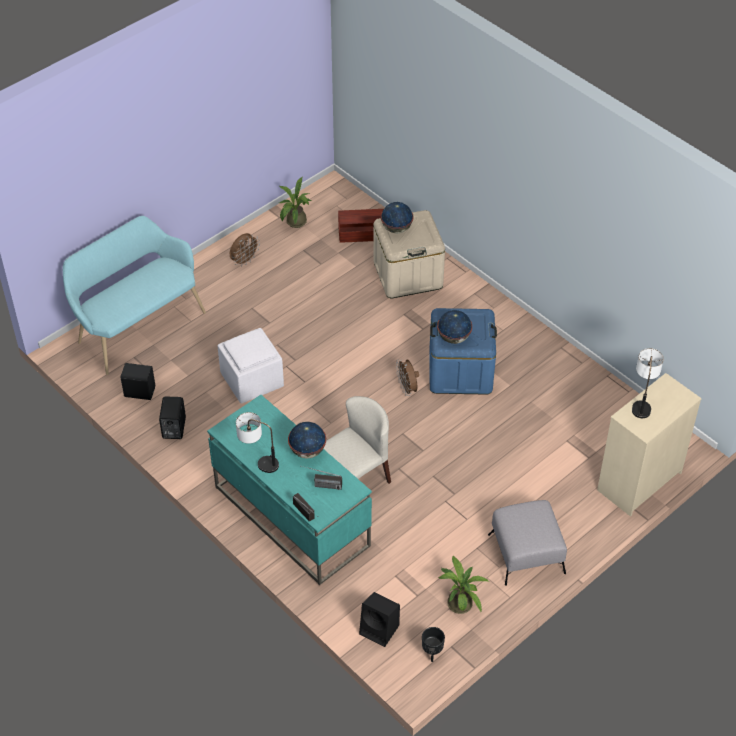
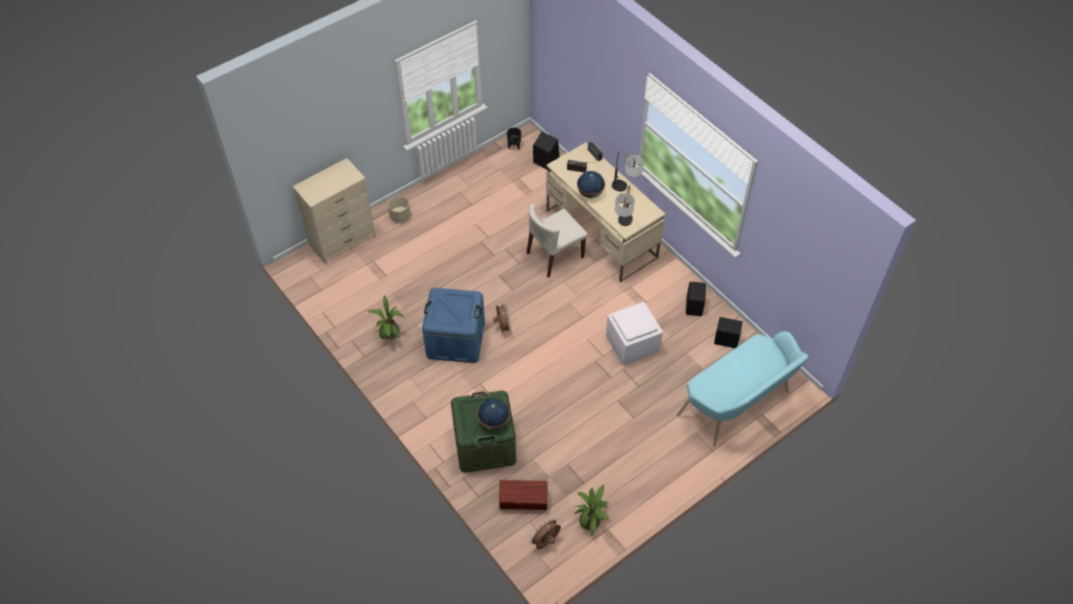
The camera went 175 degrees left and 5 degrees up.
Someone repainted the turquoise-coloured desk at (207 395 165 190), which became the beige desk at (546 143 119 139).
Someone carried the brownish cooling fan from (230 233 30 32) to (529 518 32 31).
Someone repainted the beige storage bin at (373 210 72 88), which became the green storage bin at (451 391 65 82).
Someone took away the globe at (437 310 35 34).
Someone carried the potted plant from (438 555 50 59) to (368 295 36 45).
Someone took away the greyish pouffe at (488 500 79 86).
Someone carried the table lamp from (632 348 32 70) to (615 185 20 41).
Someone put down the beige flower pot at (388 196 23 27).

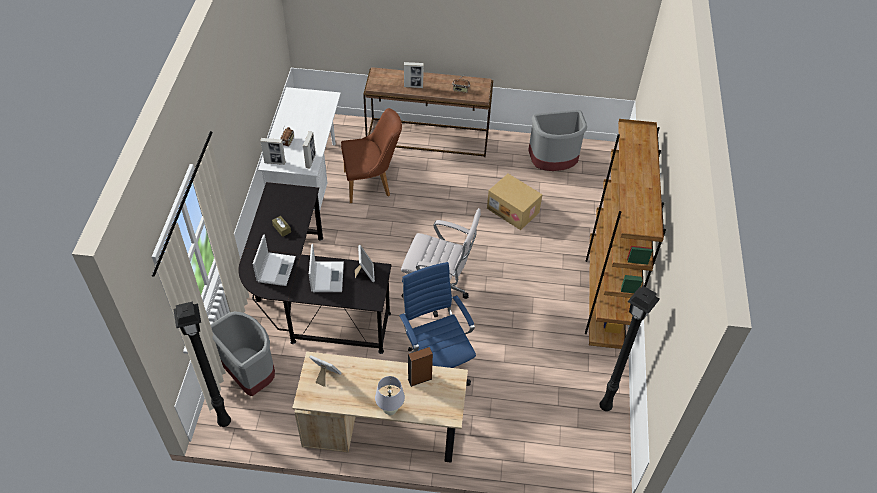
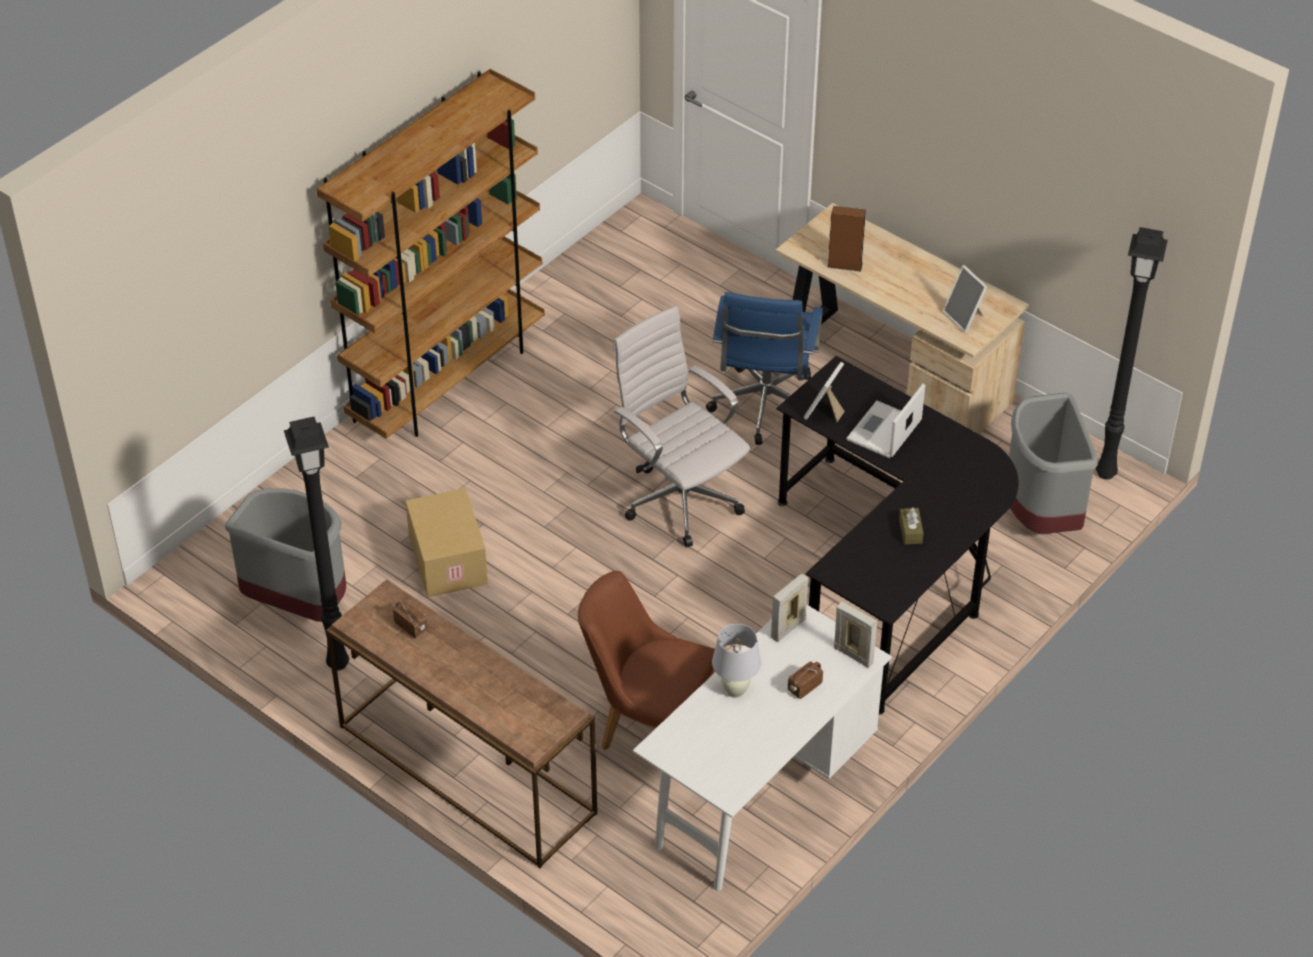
The camera went 145 degrees left and 5 degrees down.
Someone took away the laptop at (253 235 43 51).
Someone carried the white table lamp from (375 376 30 39) to (712 624 49 74).
Someone took away the standing frame at (404 62 20 26).
Someone carried the blackish standard lamp from (599 286 61 125) to (284 416 65 255).

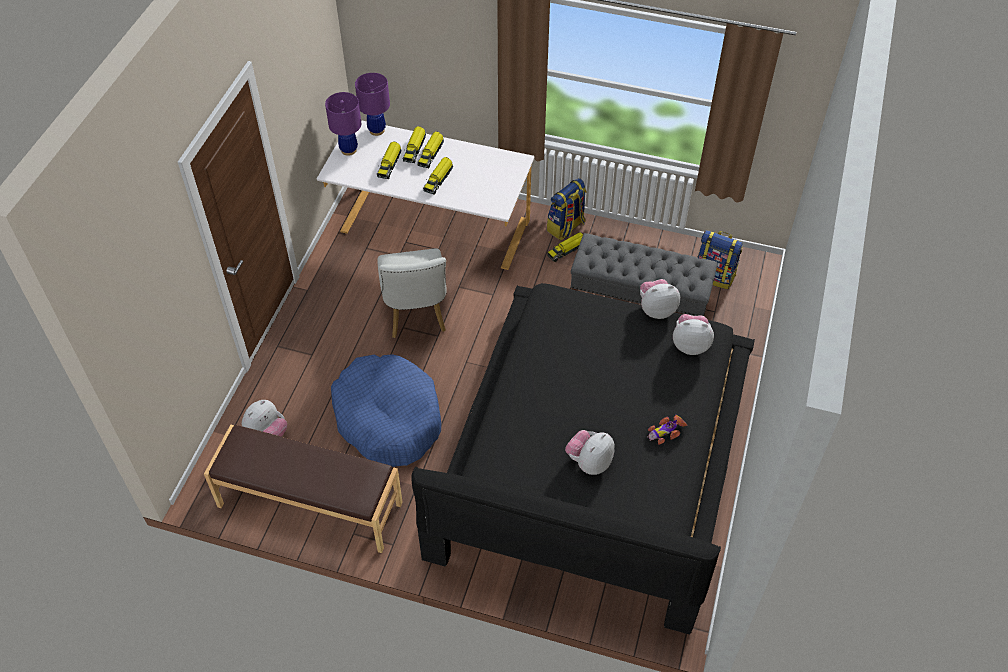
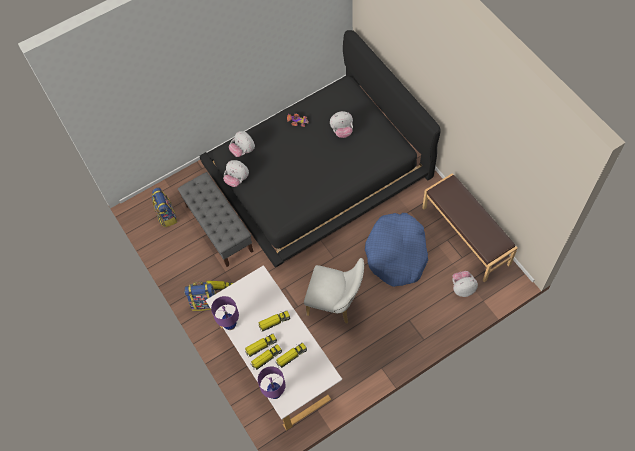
The camera went 135 degrees left and 10 degrees up.
Someone carried the purple table lamp from (325 92 36 64) to (211 296 28 34).
Someone rotated the white plain chair at (377 249 70 89) by 75 degrees clockwise.

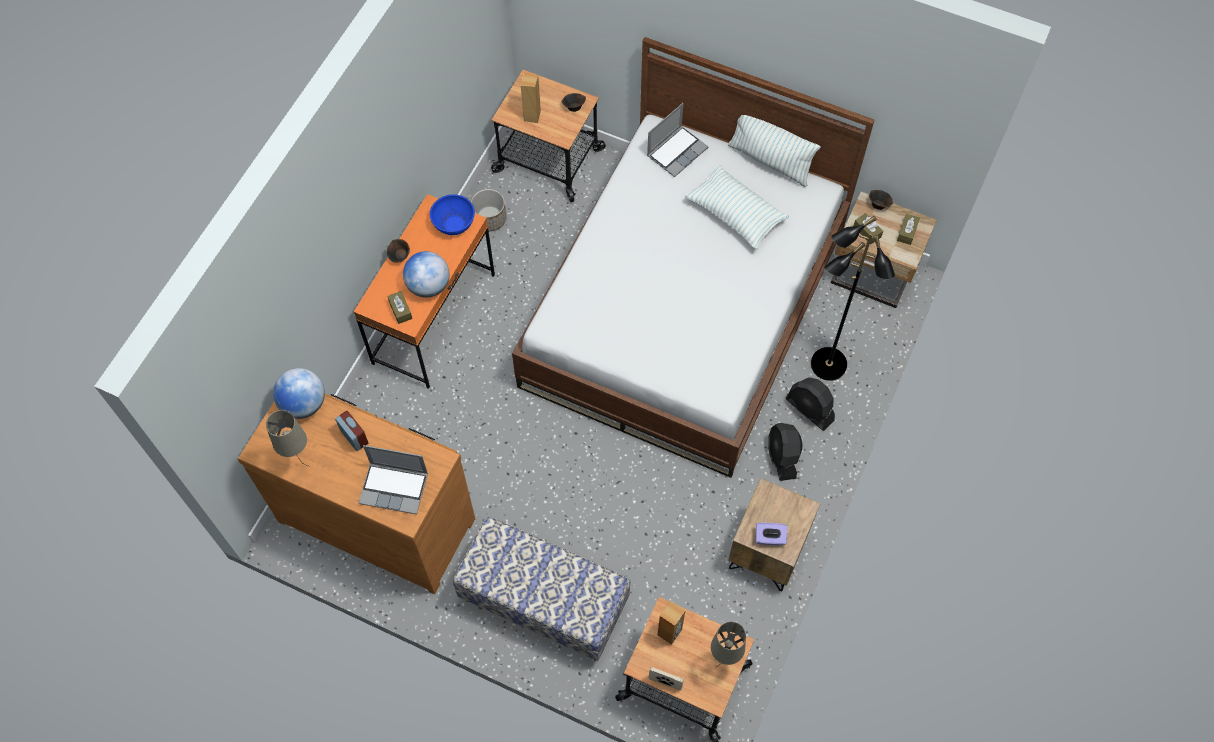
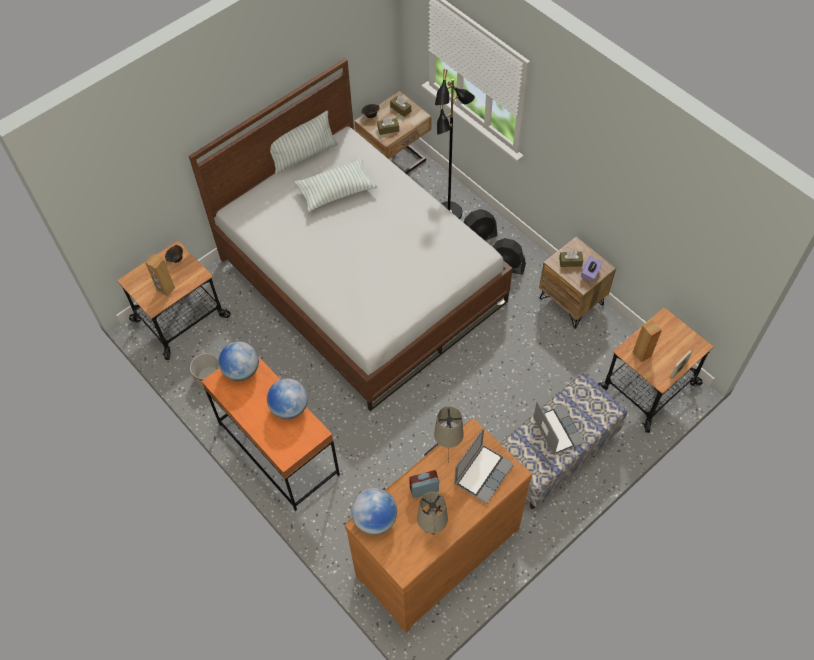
The camera went 65 degrees left and 5 degrees down.
Someone took away the brownish serving bowl at (387 239 23 23).
Someone carried the brownish box of tissues from (387 291 25 33) to (559 250 24 17).
Someone swapped the bluish serving bowl at (430 194 45 41) for the globe at (219 342 40 39).
Someone carried the laptop from (647 103 61 74) to (533 401 52 54).
Someone carried the beige table lamp from (711 622 35 44) to (434 406 30 57).

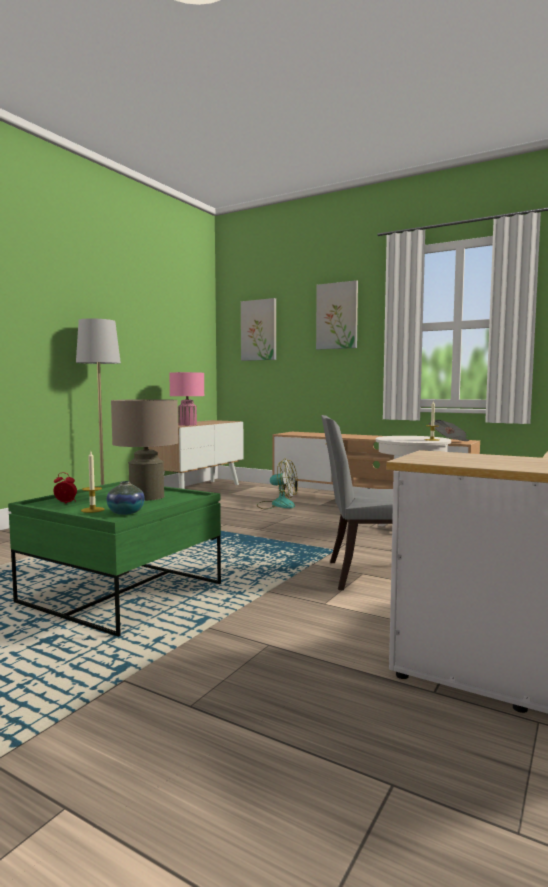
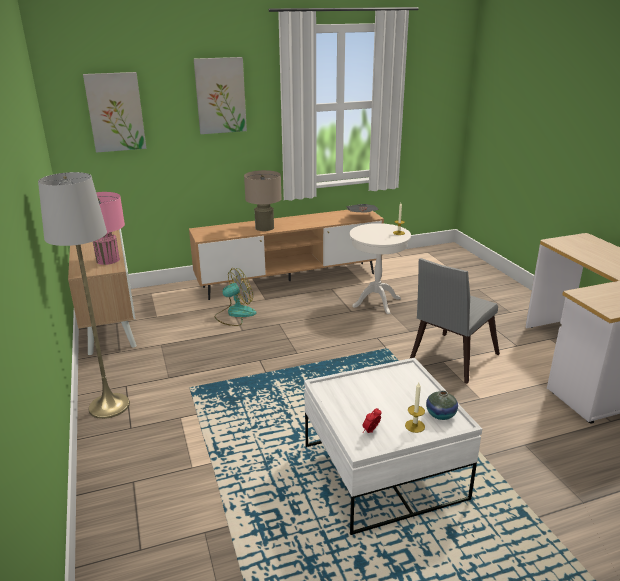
The camera went 50 degrees left and 20 degrees up.
Someone repainted the green coffee table at (8 481 213 156), which became the white coffee table at (304 358 178 177).
Someone carried the beige table lamp from (111 399 67 102) to (244 170 38 61).

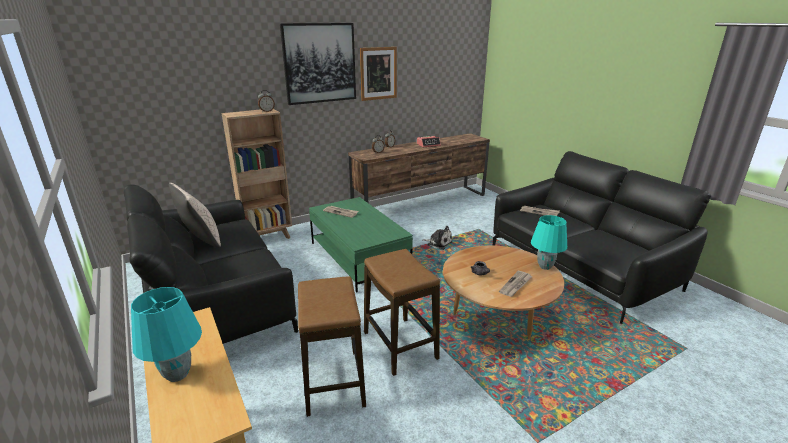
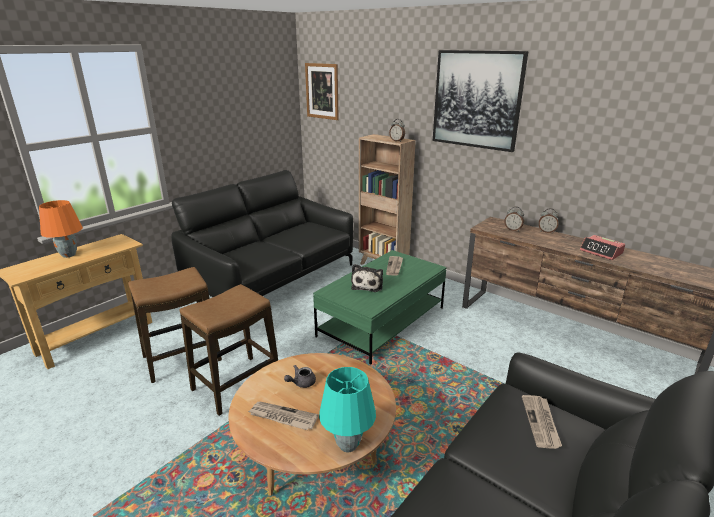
The camera went 70 degrees right and 0 degrees up.
Someone repainted the turquoise-coloured table lamp at (131 287 71 95), which became the orangey table lamp at (39 200 44 58).
Someone took away the beige pillow at (169 183 52 65).
Someone carried the wall art from (360 47 37 54) to (305 63 34 57).
Someone carried the plush toy from (423 226 30 24) to (351 264 32 28).

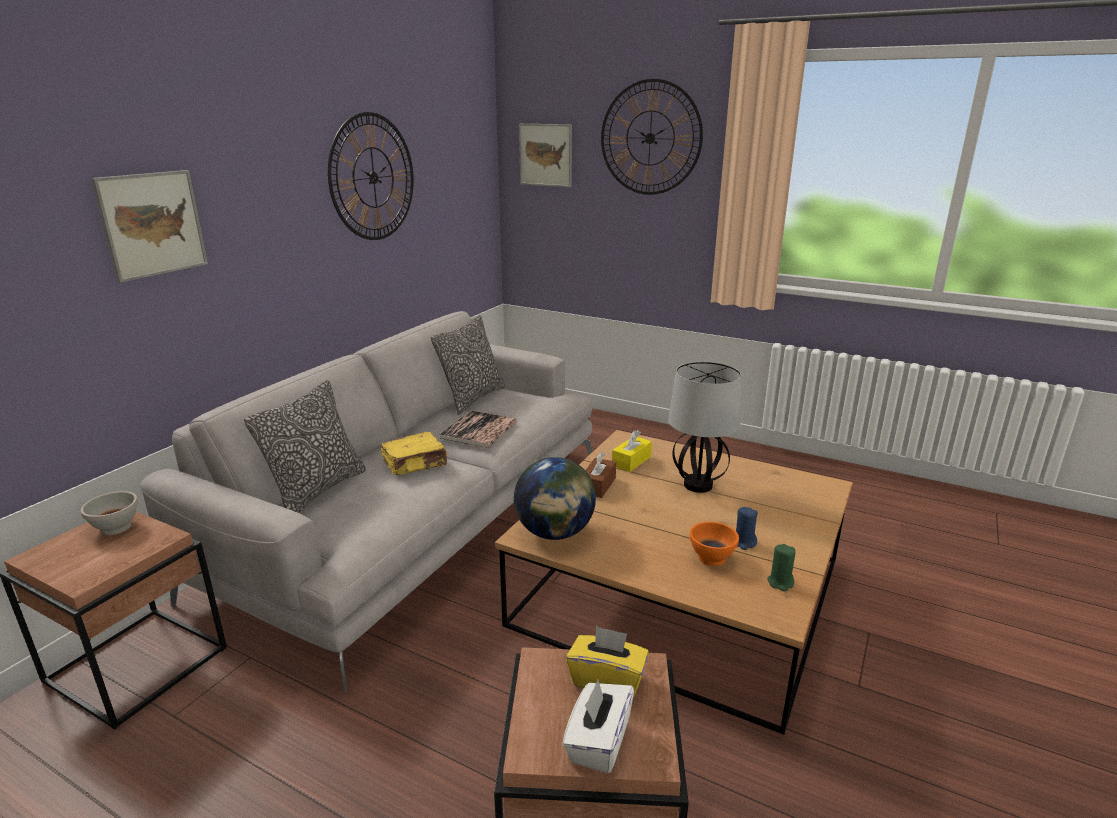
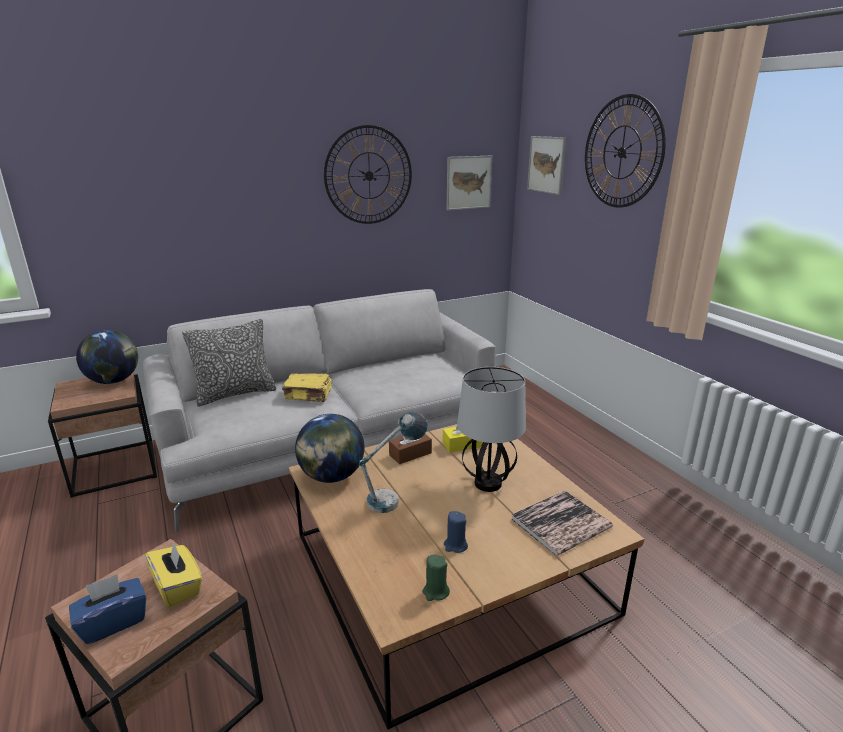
The camera went 35 degrees right and 0 degrees up.
Someone swapped the white serving bowl at (81 491 57 44) for the globe at (76 330 62 54).
Someone carried the wall art from (91 170 117 112) to (446 156 46 55).
Someone took away the pillow at (431 315 74 100).
Someone carried the volume from (439 411 78 37) to (511 491 102 65).
Someone repainted the white box of tissues at (562 680 72 93), which became the bluish box of tissues at (69 574 77 70).
Someone took away the orangey serving bowl at (690 522 49 44).
Someone put down the table lamp at (359 412 69 101).

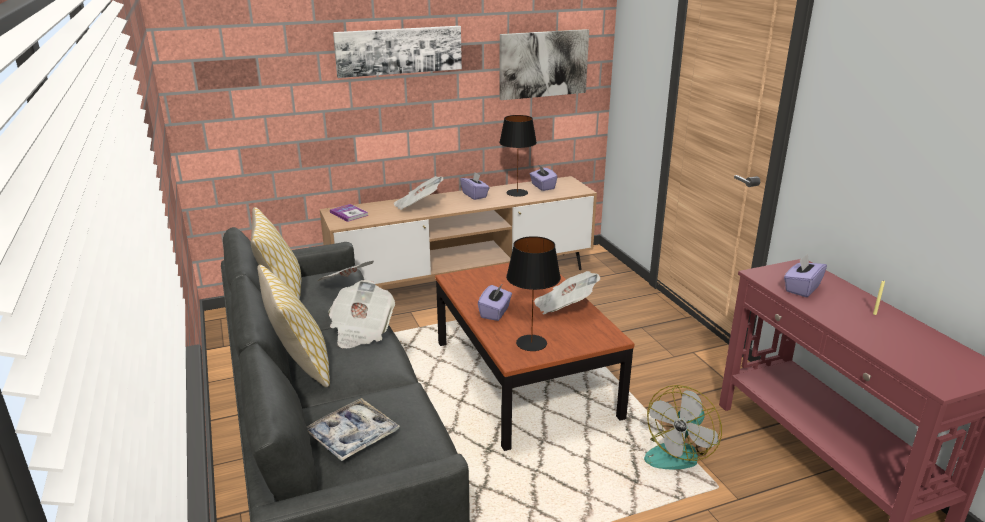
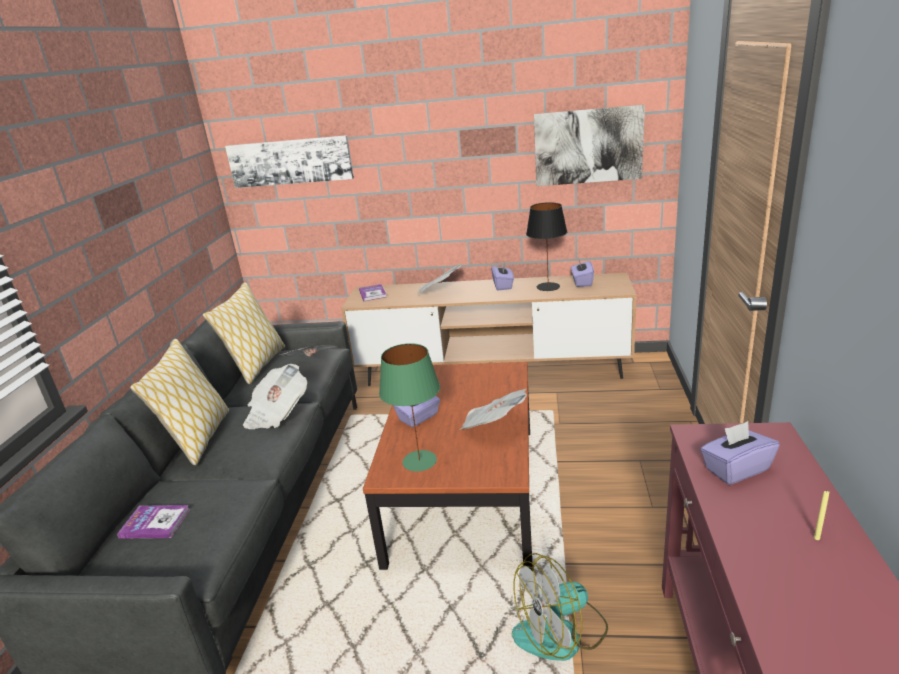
The camera went 30 degrees right and 0 degrees up.
Someone swapped the carrying tray at (307 398 93 63) for the volume at (117 505 73 34).
Someone carried the wall art from (333 26 129 52) to (225 135 129 53).
Someone repainted the blackish table lamp at (506 236 55 115), which became the green table lamp at (379 343 61 129).

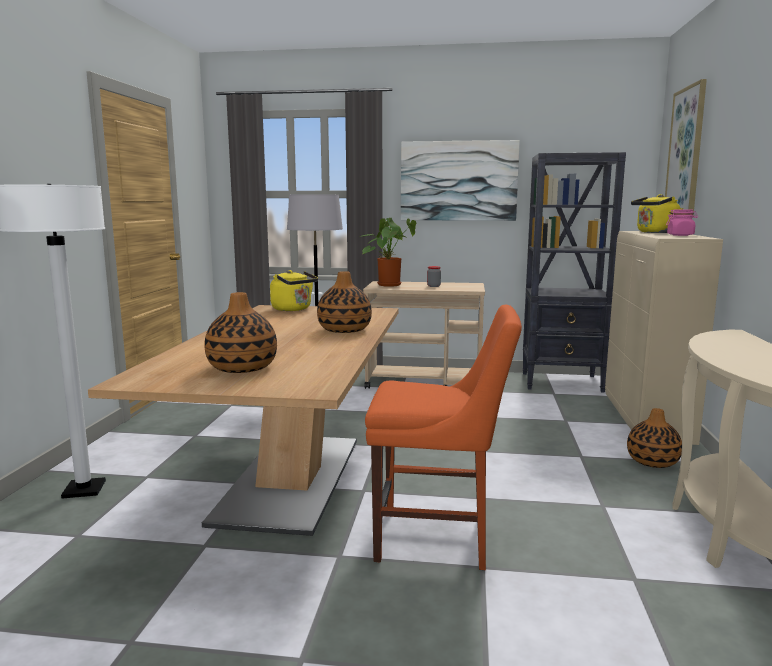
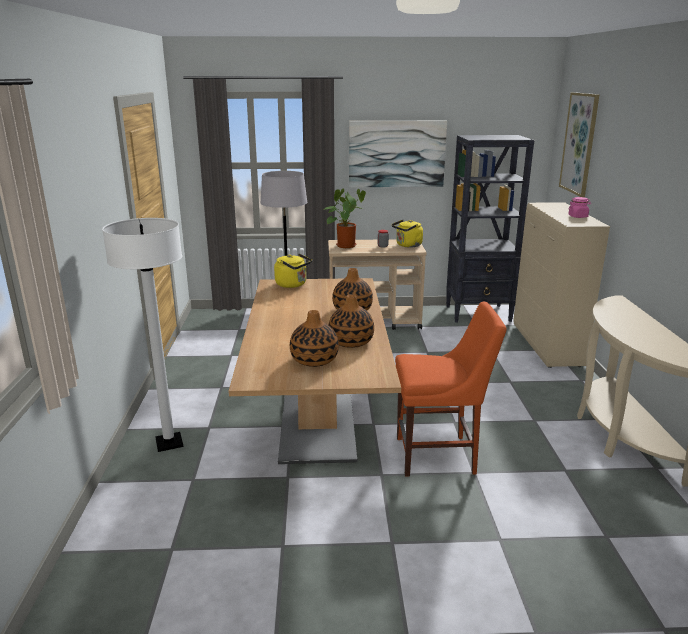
The camera went 10 degrees left and 10 degrees up.
Someone carried the vase from (627 408 55 60) to (329 295 45 53).
Someone carried the yellow tea kettle from (631 194 52 39) to (392 220 31 28).

